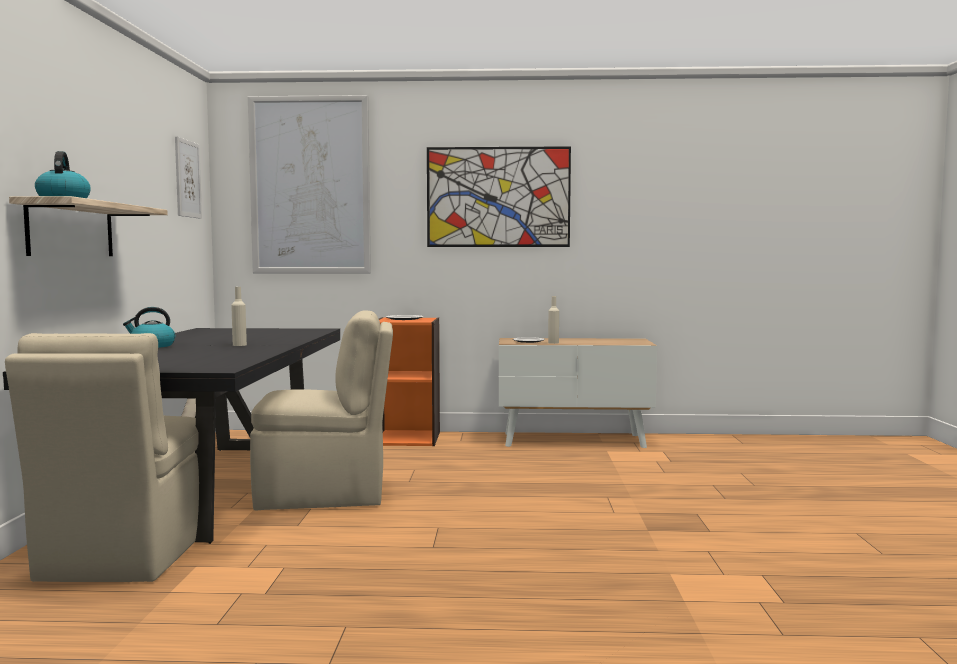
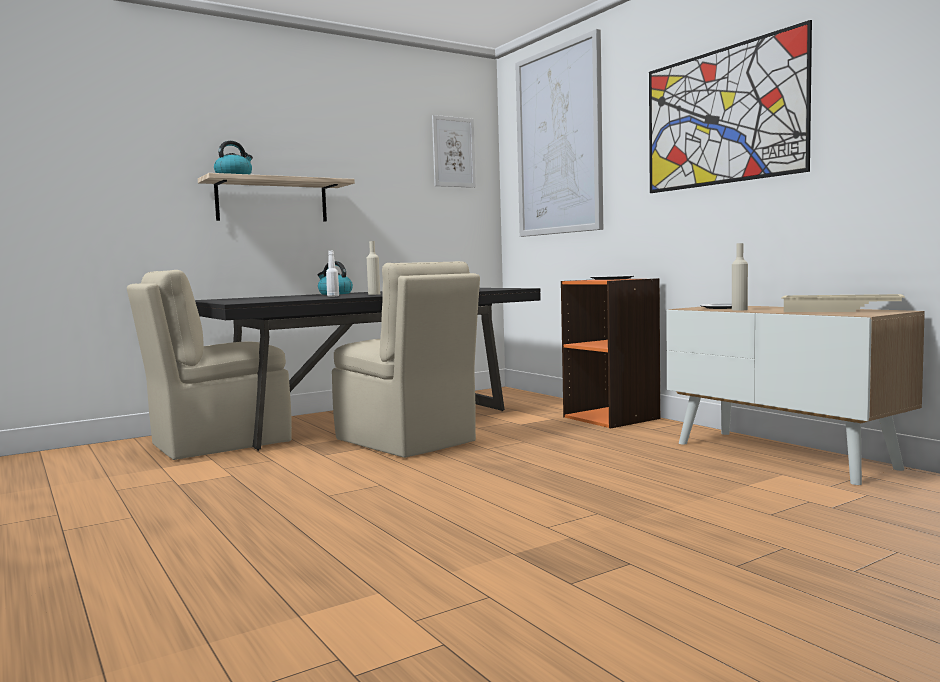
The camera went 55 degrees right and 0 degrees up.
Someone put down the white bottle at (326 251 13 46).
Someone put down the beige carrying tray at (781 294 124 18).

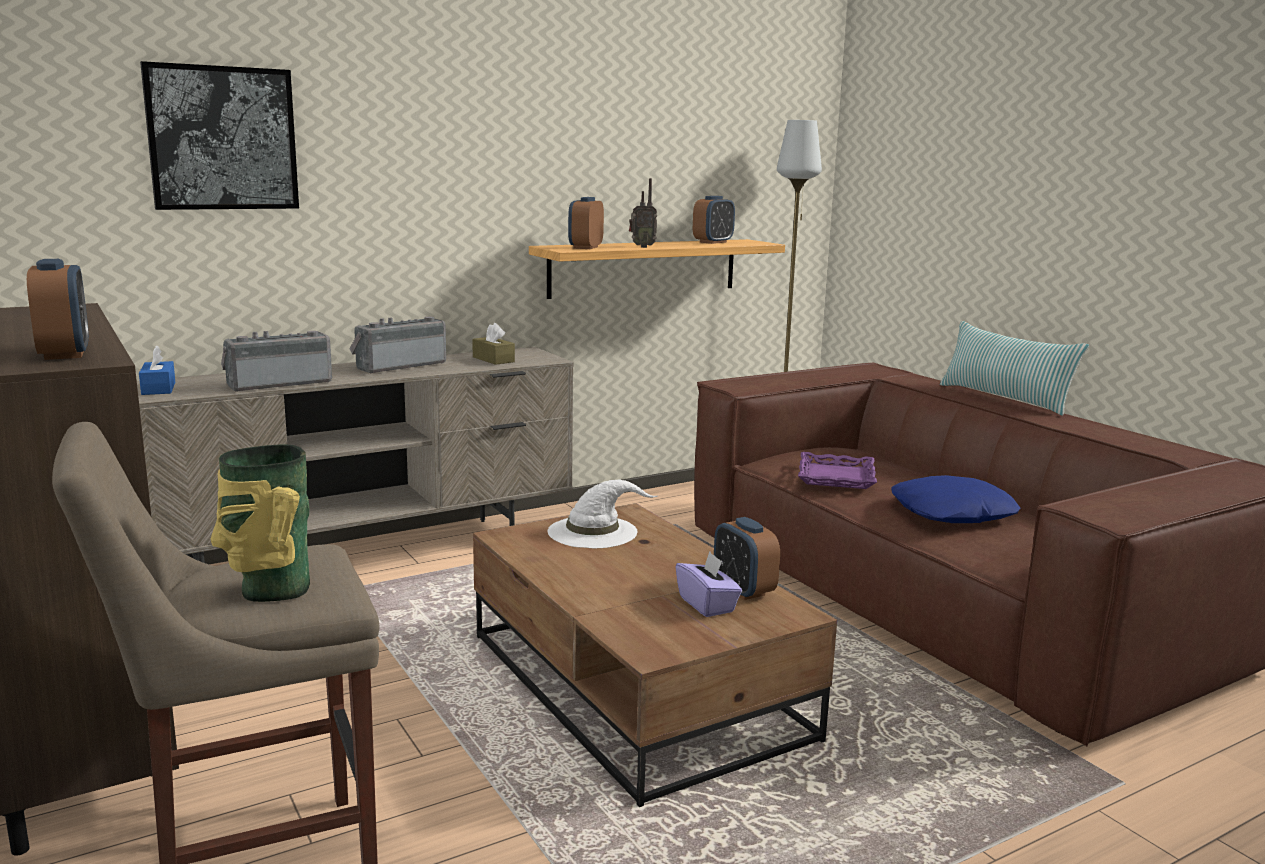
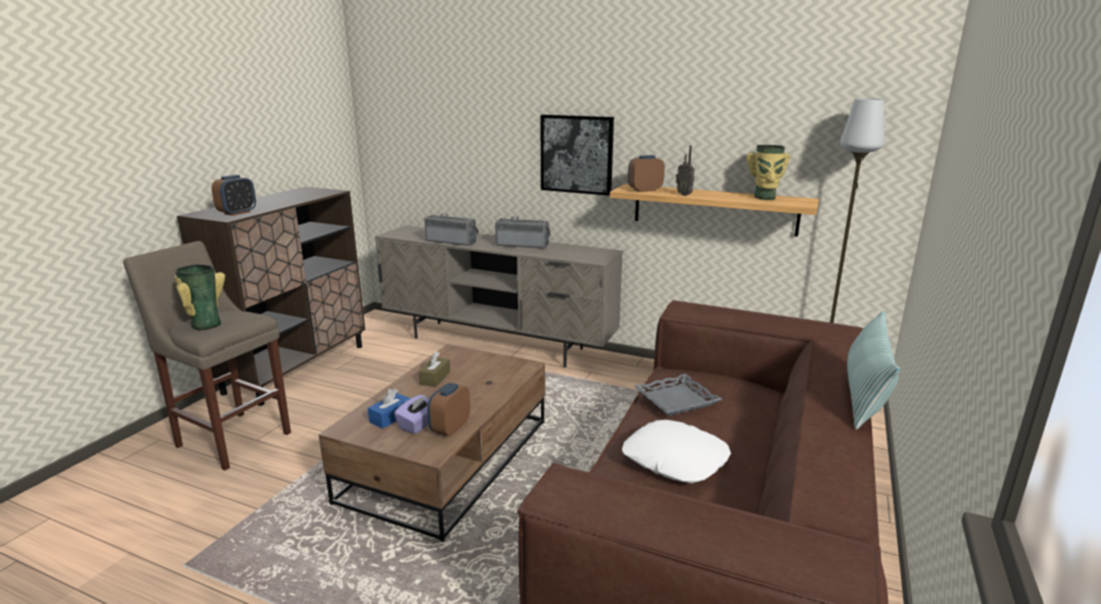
The camera went 55 degrees right and 5 degrees up.
Someone carried the bluish box of tissues from (139 345 36 50) to (368 388 43 41).
Someone carried the wall art from (140 61 159 149) to (540 115 74 81).
Someone carried the brownish box of tissues from (472 323 43 42) to (419 352 31 35).
Someone took away the white clothing hat at (548 480 109 68).
Someone swapped the alarm clock at (693 196 42 48) for the vase at (746 145 44 55).
Someone repainted the purple carrying tray at (798 452 79 37), which became the greyish carrying tray at (634 374 88 42).
Someone repainted the bluish pillow at (891 475 129 48), which became the white pillow at (622 420 109 64).

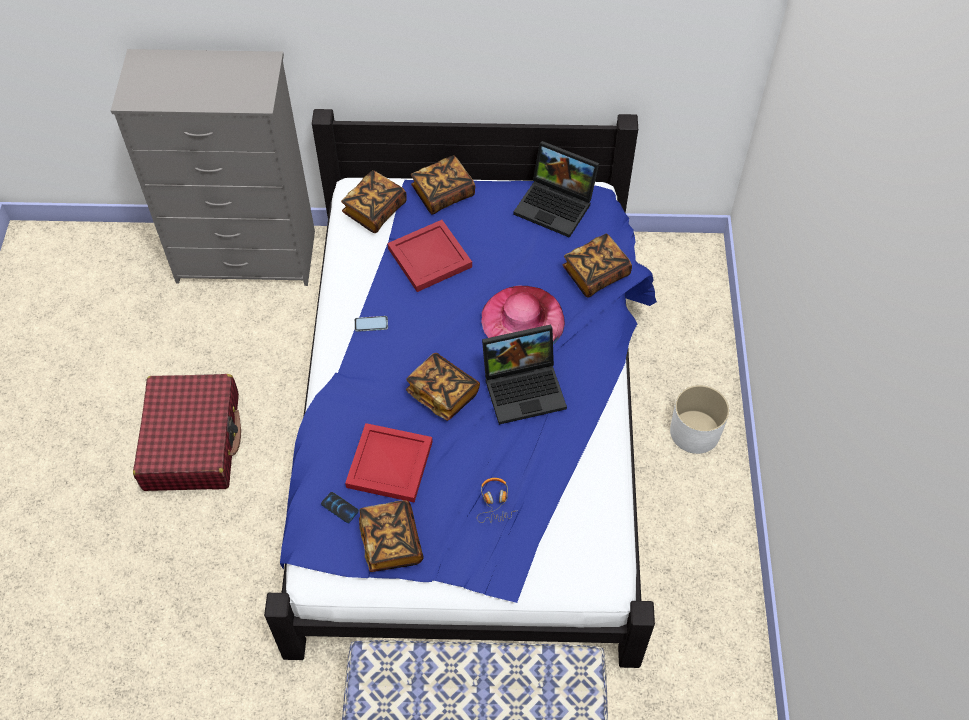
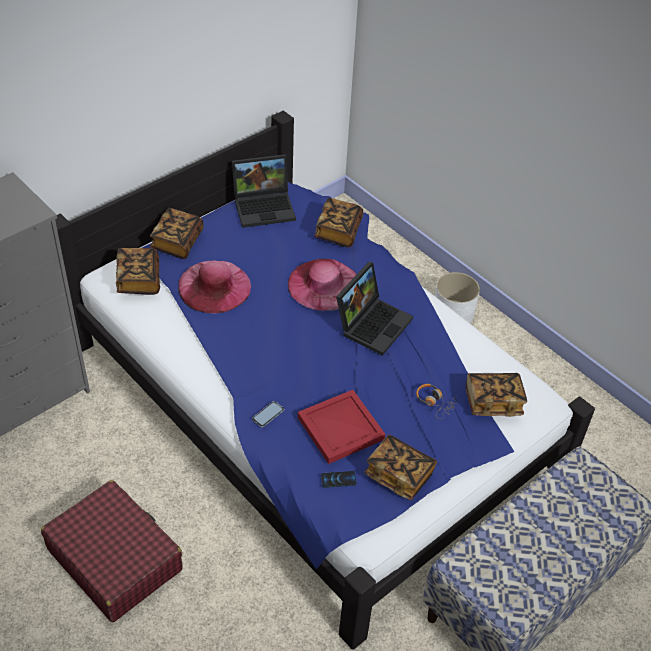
The camera went 45 degrees left and 10 degrees down.
Someone carried the telephone from (354 316 34 16) to (252 401 32 26).
Someone swapped the red carrying tray at (387 220 85 72) for the pinkish clothing hat at (178 260 73 54).
Someone carried the volume from (406 353 74 68) to (466 373 61 44).

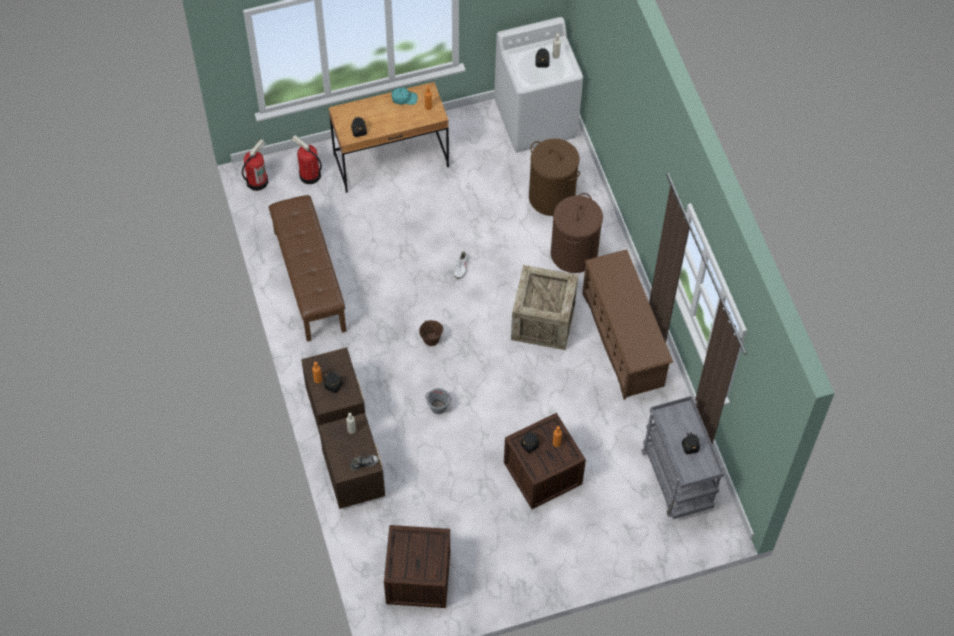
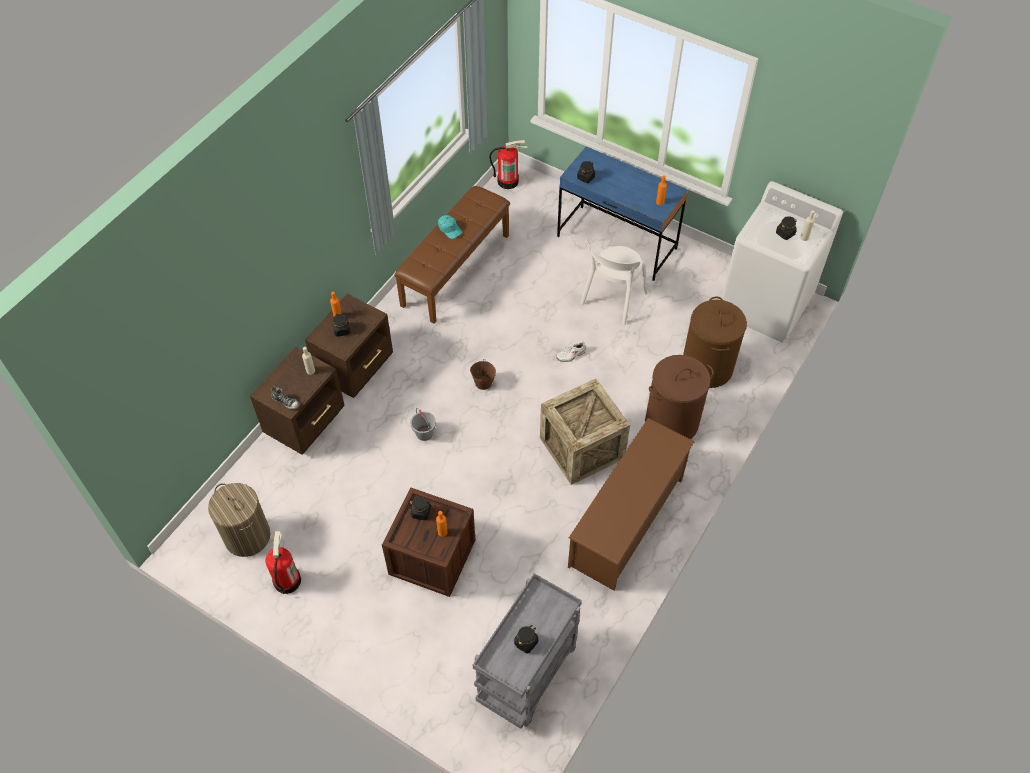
The camera went 50 degrees right and 5 degrees down.
Someone carried the fire extinguisher from (292 135 30 49) to (265 531 36 63).
Someone repainted the brownish desk at (329 82 120 111), which became the bluish desk at (557 146 131 135).
Someone swapped the crate at (384 525 66 83) for the washing basket at (208 483 62 74).
Someone carried the turquoise-coloured peaked cap from (391 87 27 18) to (438 215 25 24).
Someone put down the white plain chair at (580 238 68 87).

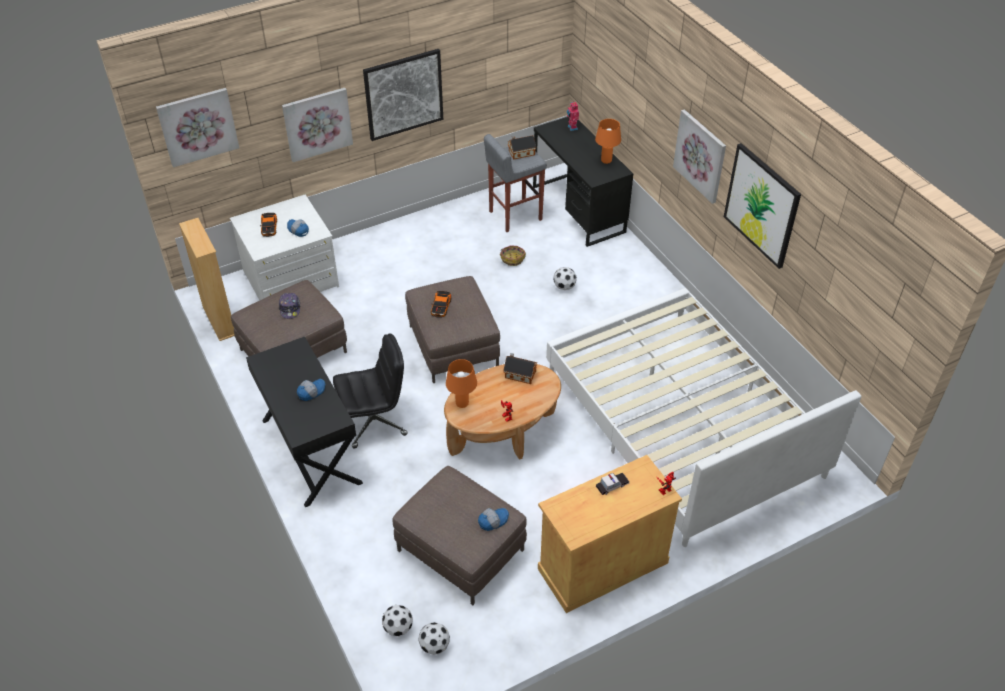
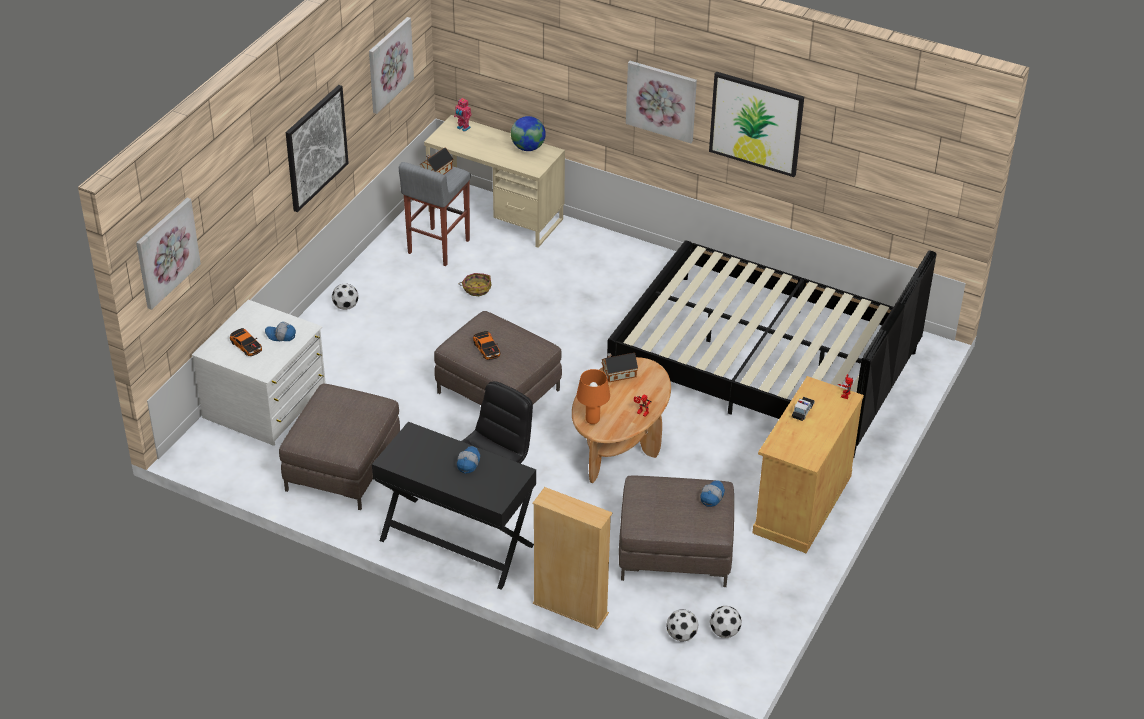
The camera went 35 degrees left and 5 degrees down.
Someone carried the beige bookshelf from (179 218 56 123) to (533 487 80 143).
Someone took away the peaked cap at (279 293 21 26).
Someone carried the wall art from (282 88 71 74) to (369 17 45 97).
Someone repainted the blackish desk at (533 117 100 130), which became the beige desk at (424 115 141 133).
Someone repainted the white sleeping bed at (546 288 315 259), which became the blackish sleeping bed at (607 241 329 216).
Someone carried the ball for football from (553 267 24 23) to (332 283 27 27).
Someone swapped the orangey table lamp at (595 119 26 45) for the globe at (511 116 35 35).

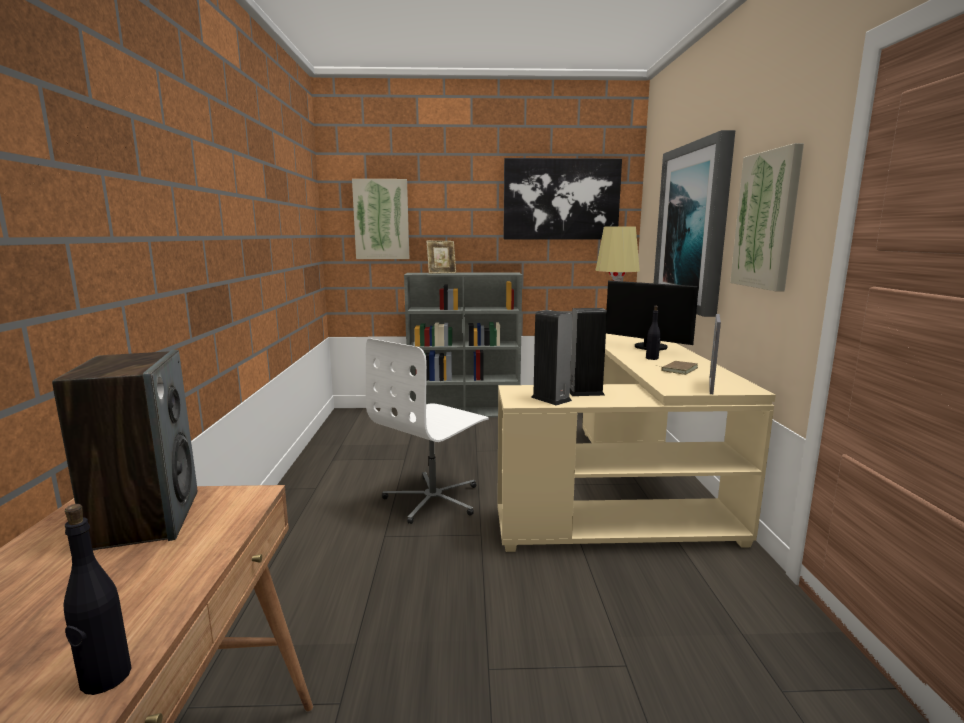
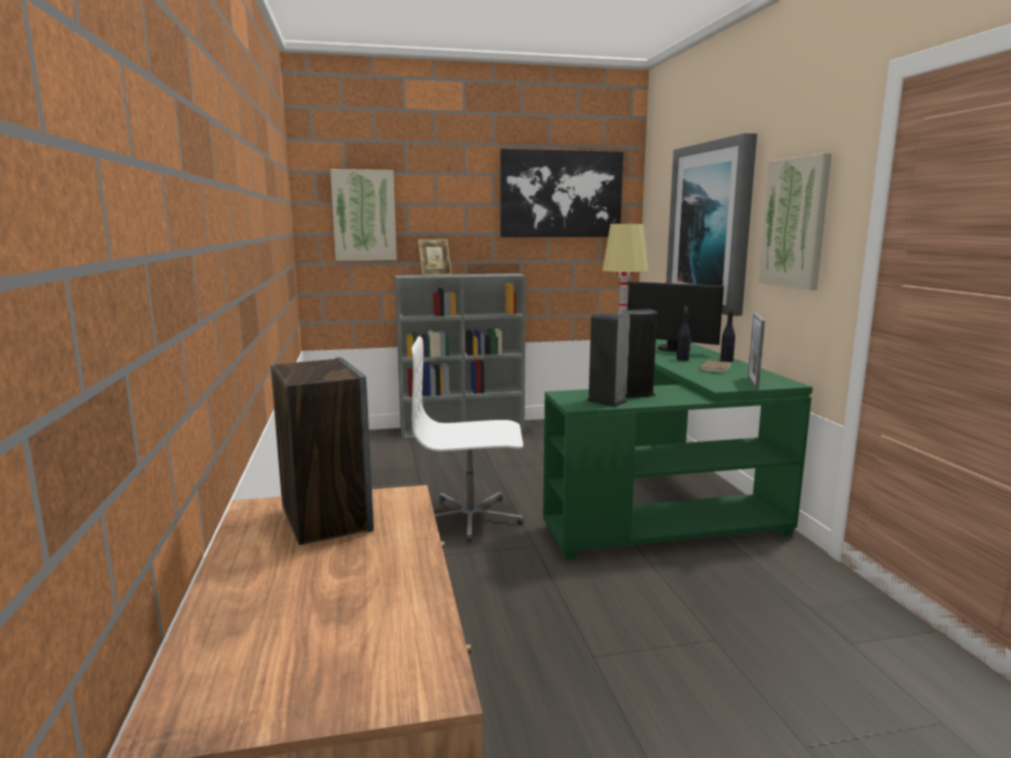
The camera went 10 degrees left and 0 degrees up.
Someone carried the blackish bottle from (63 504 69 191) to (720 307 15 55).
Someone rotated the white desk chair at (366 338 123 186) by 60 degrees clockwise.
Someone repainted the beige desk at (497 334 279 218), which became the green desk at (543 339 270 220).

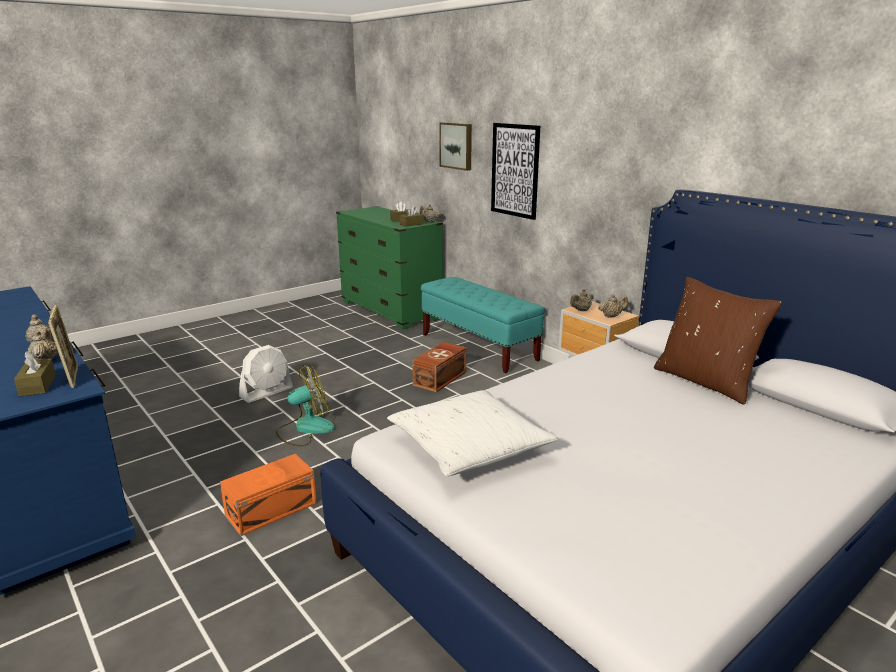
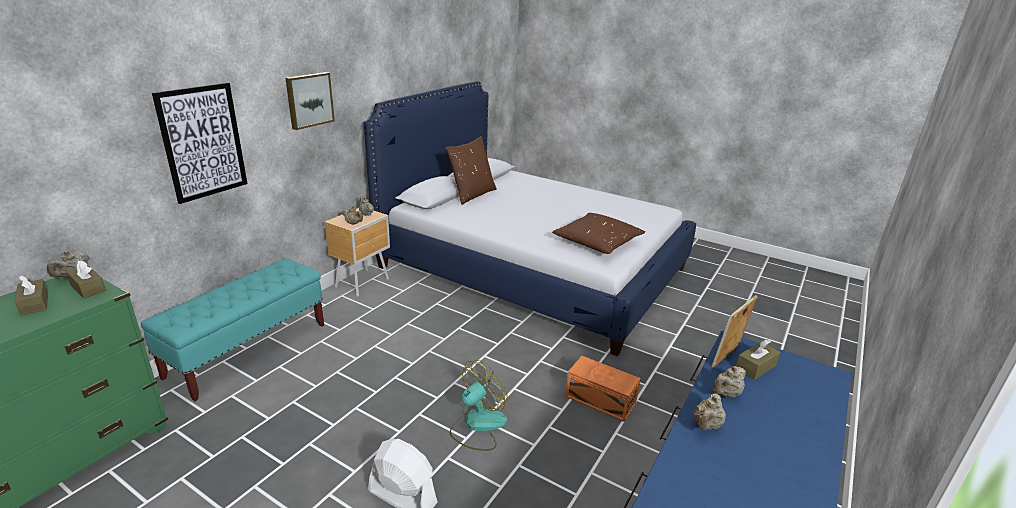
The camera went 110 degrees left and 5 degrees up.
Someone rotated the cooling fan at (276 365 59 81) by 90 degrees clockwise.
Someone repainted the white pillow at (387 390 171 86), which became the brownish pillow at (552 213 93 41).
Someone took away the brownish storage bin at (412 342 54 50).
Someone carried the wall art from (439 122 33 49) to (285 72 50 58).

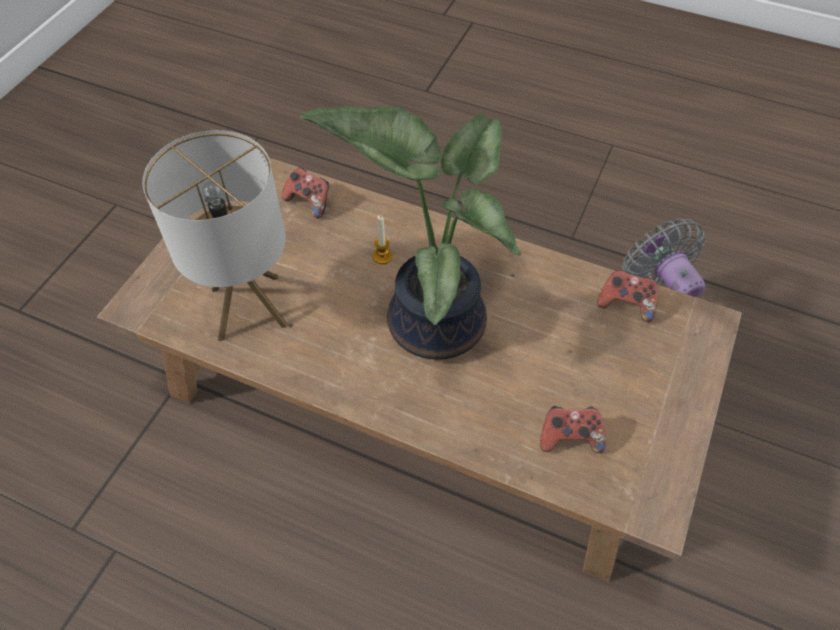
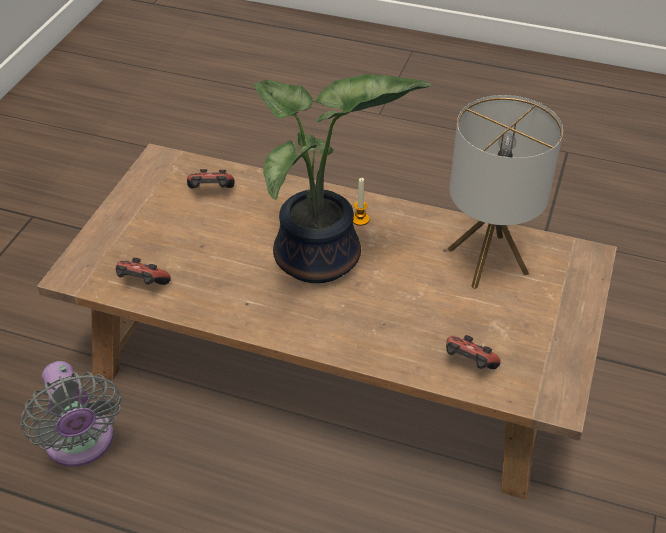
The camera went 175 degrees right and 10 degrees down.
Someone carried the wax candle from (373 215 20 49) to (353 178 16 48).

